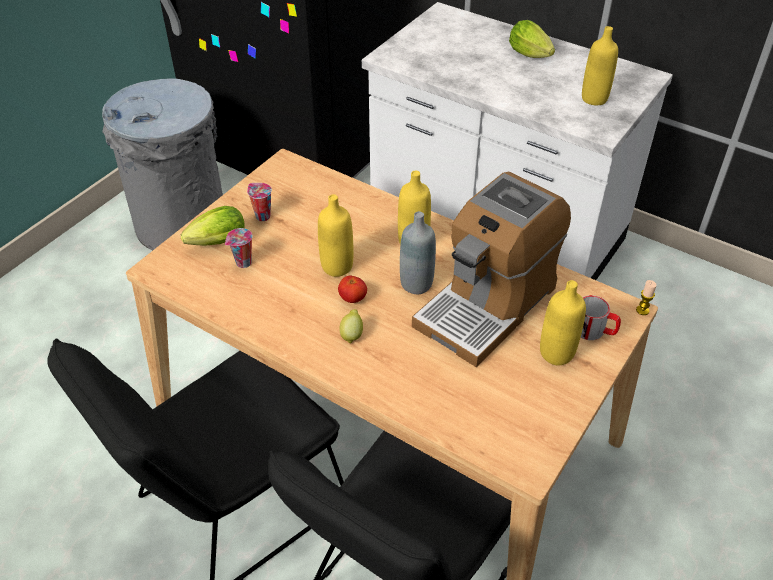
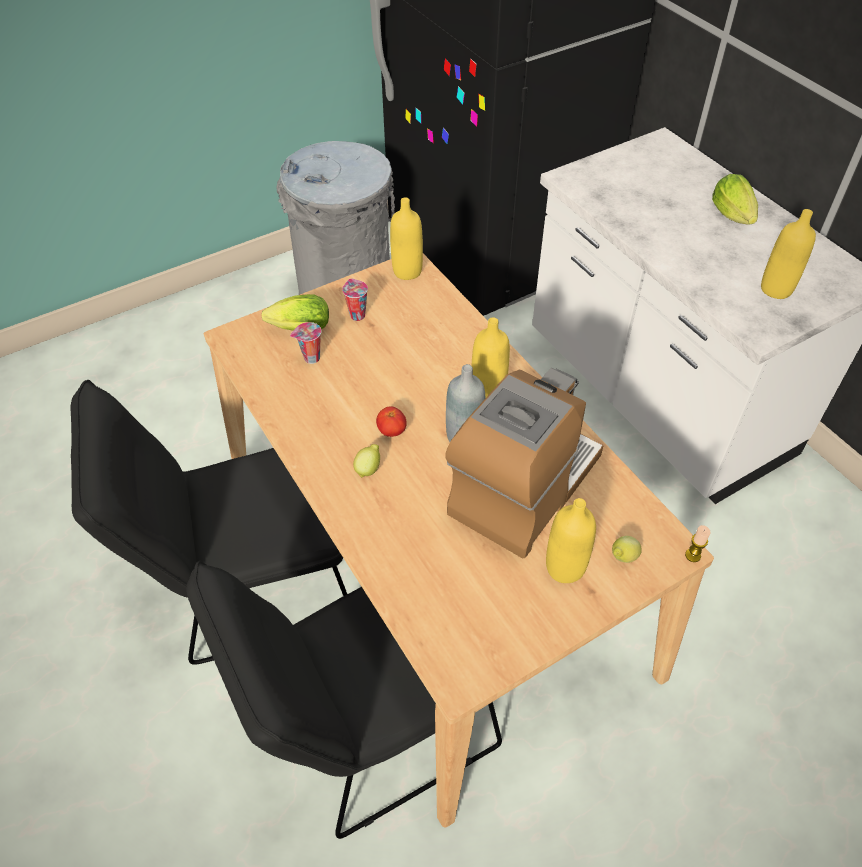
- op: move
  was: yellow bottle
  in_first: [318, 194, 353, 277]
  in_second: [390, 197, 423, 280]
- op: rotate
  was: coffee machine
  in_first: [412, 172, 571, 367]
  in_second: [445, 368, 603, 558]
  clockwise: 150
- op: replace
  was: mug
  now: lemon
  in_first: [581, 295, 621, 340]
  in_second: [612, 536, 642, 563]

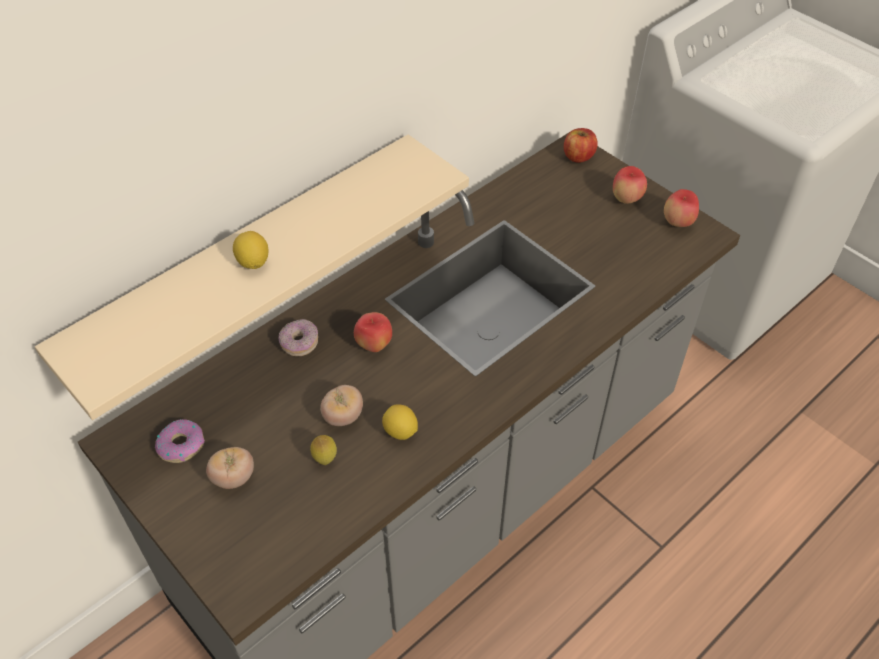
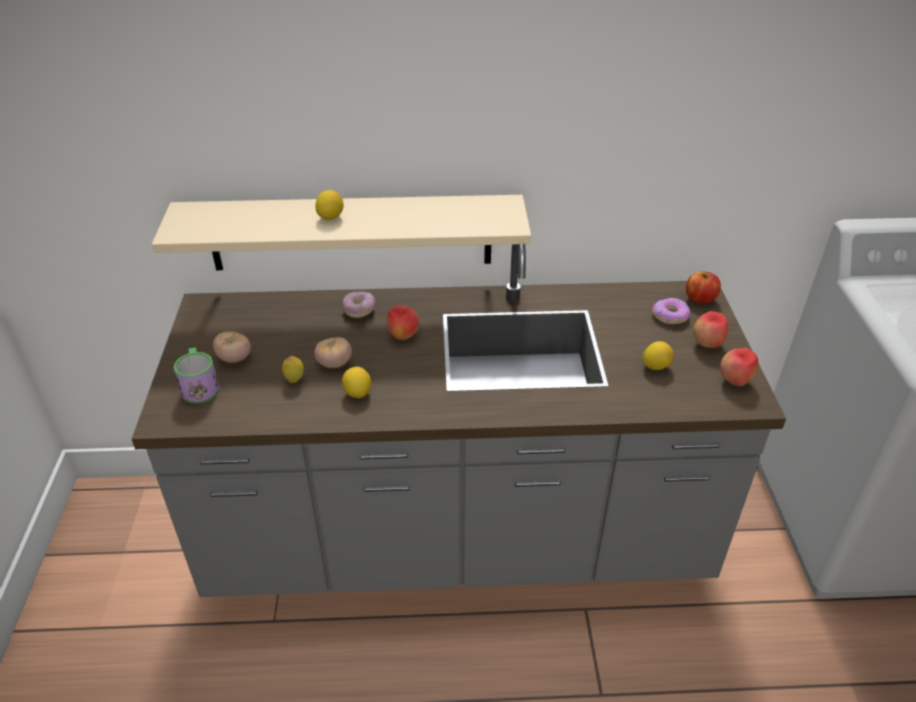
- op: move
  was: donut
  in_first: [155, 419, 205, 463]
  in_second: [653, 298, 690, 324]
- op: insert
  now: mug
  in_second: [174, 348, 219, 404]
- op: insert
  now: lemon
  in_second: [643, 341, 674, 370]

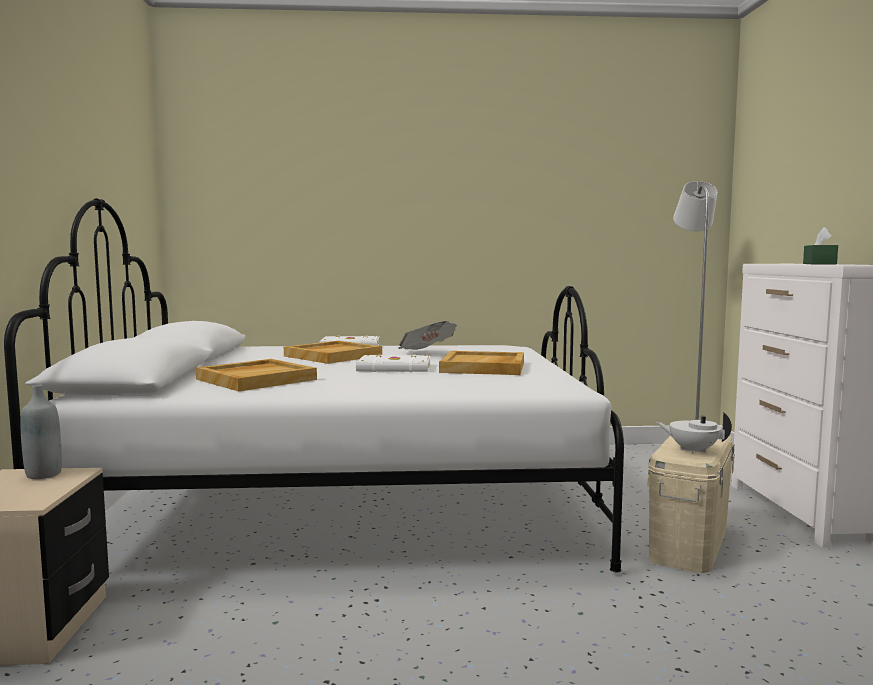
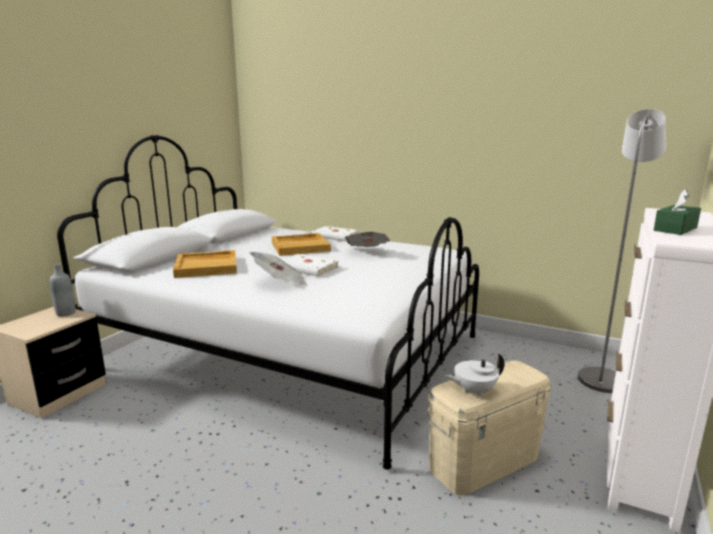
- op: delete
  was: beige tray
  in_first: [439, 351, 524, 375]
- op: rotate
  was: white teapot
  in_first: [656, 412, 732, 454]
  in_second: [445, 353, 504, 396]
  clockwise: -75
- op: insert
  now: newspaper
  in_second: [249, 252, 308, 286]

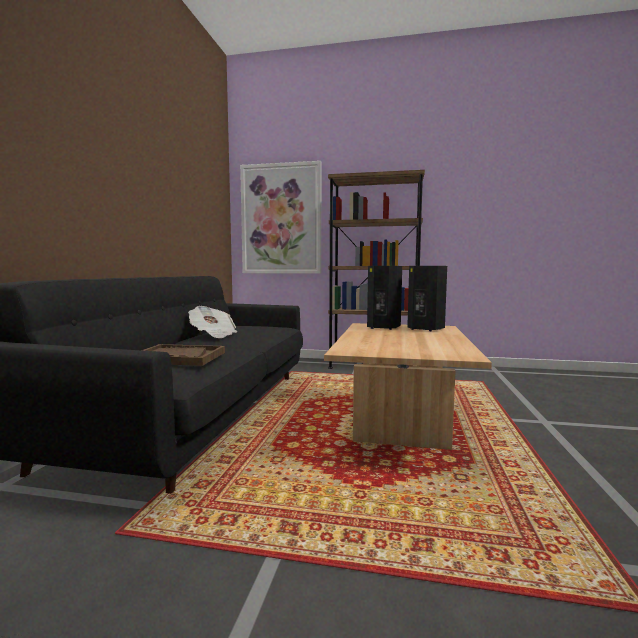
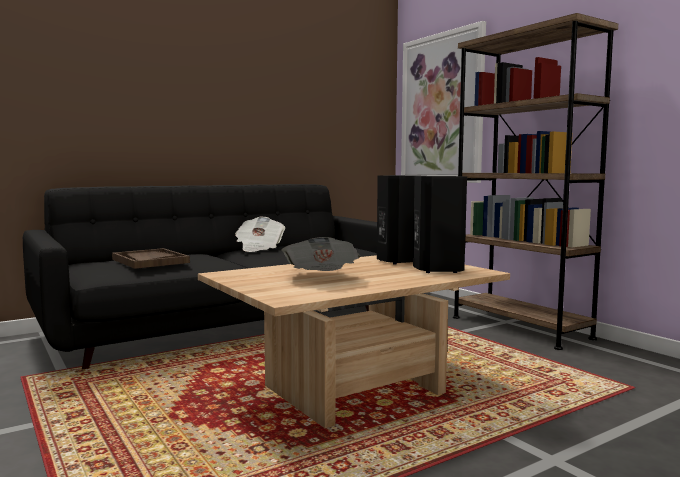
- op: insert
  now: newspaper
  in_second: [281, 237, 360, 271]

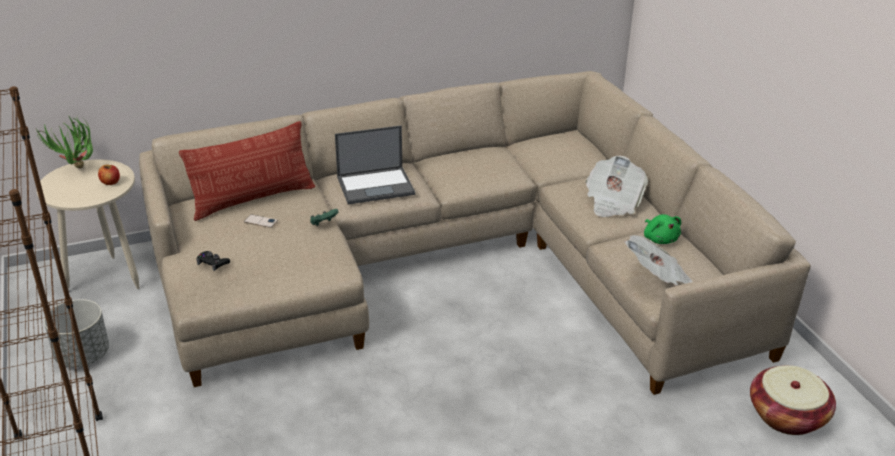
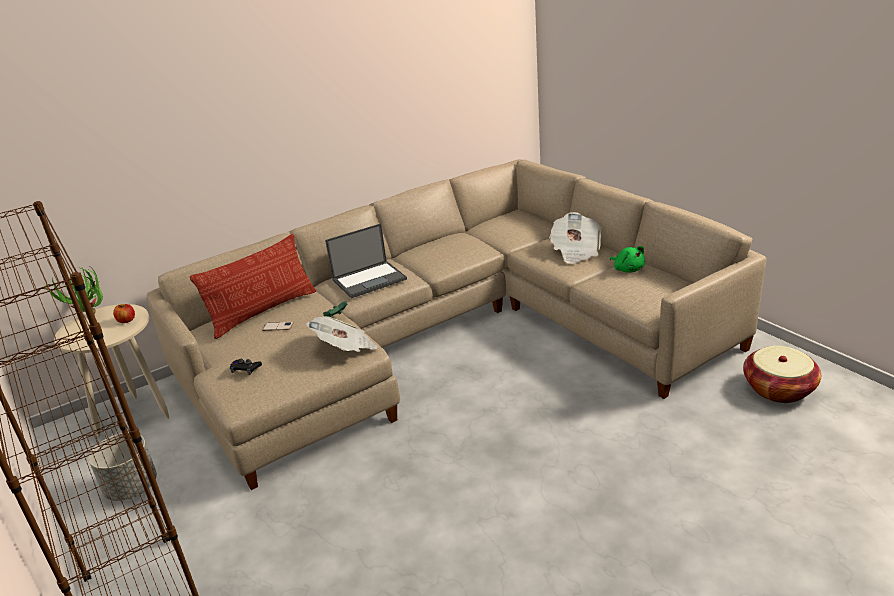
- op: move
  was: newspaper
  in_first: [624, 235, 693, 285]
  in_second: [306, 316, 379, 352]

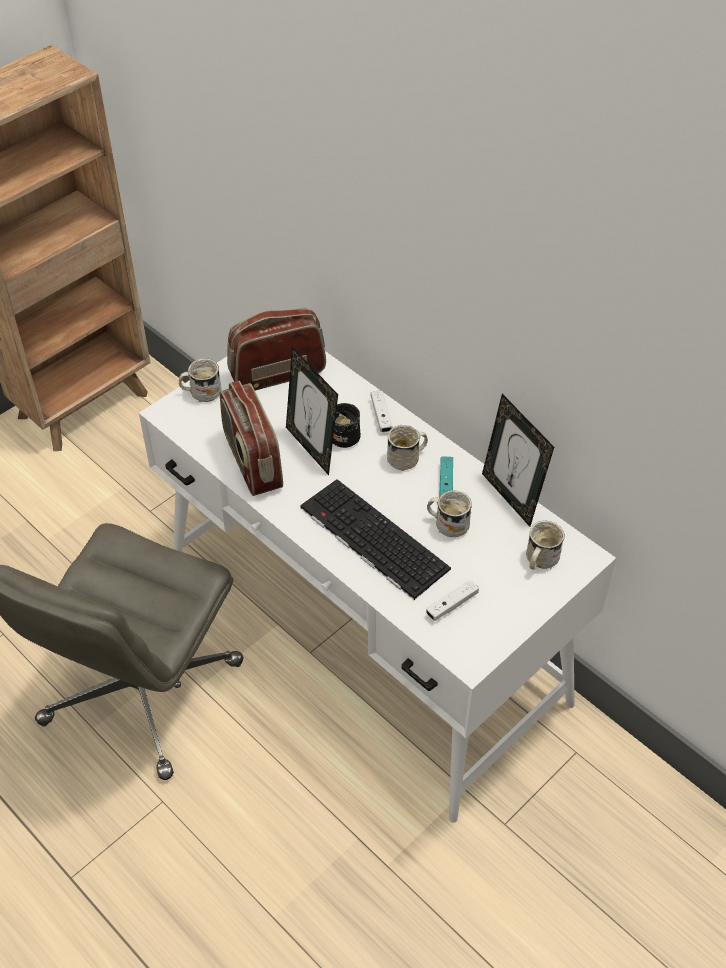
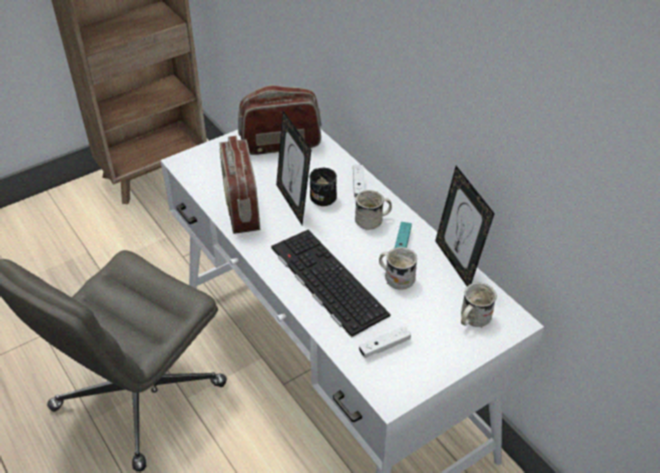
- op: delete
  was: white mug
  in_first: [179, 359, 222, 402]

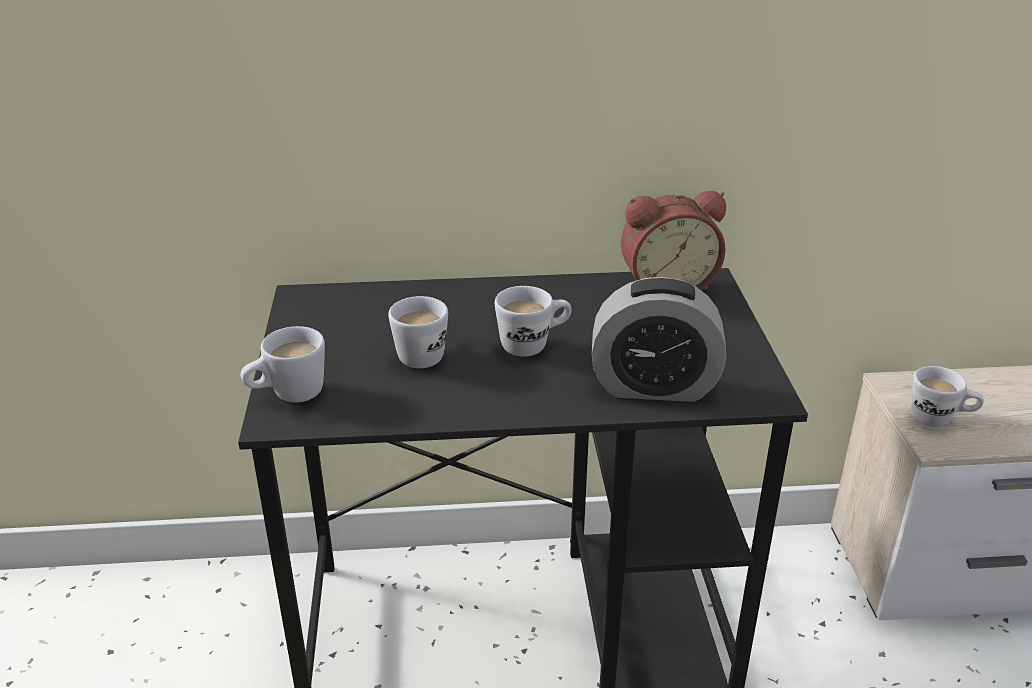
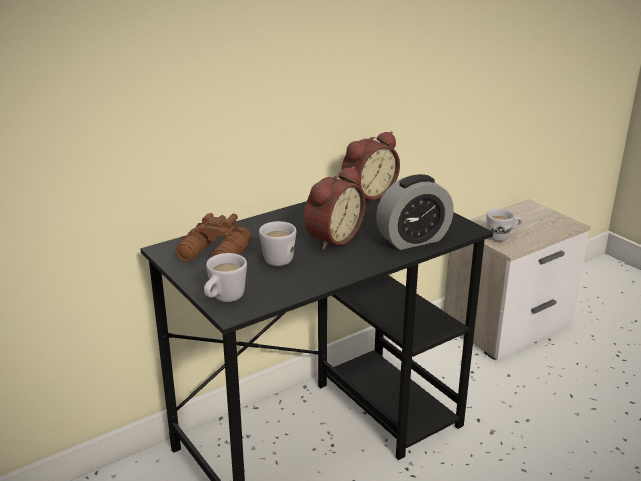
- op: replace
  was: white mug
  now: alarm clock
  in_first: [495, 286, 572, 357]
  in_second: [304, 166, 366, 250]
- op: insert
  now: brown binoculars
  in_second: [176, 213, 251, 262]

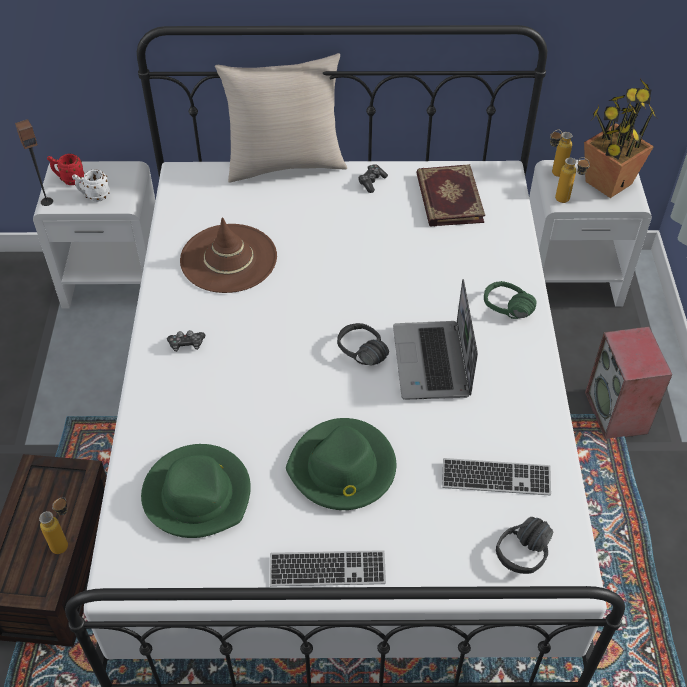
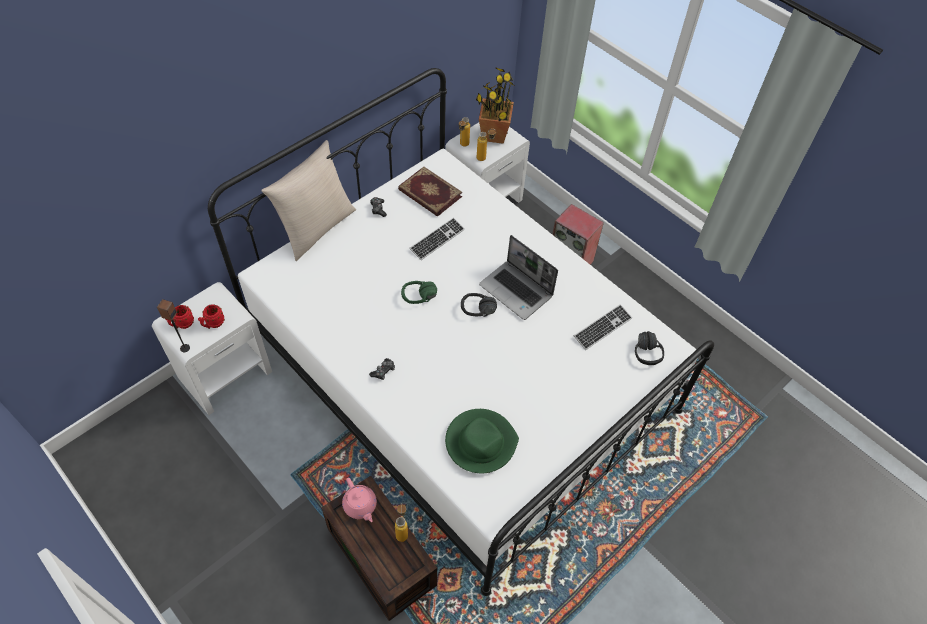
- op: recolor
  was: white mug
  now: red mug
  in_first: [72, 170, 110, 202]
  in_second: [198, 304, 225, 329]
- op: delete
  was: brown hat
  in_first: [180, 217, 277, 293]
- op: move
  was: keyboard
  in_first: [270, 550, 386, 587]
  in_second: [409, 218, 465, 260]
- op: delete
  was: green hat
  in_first: [286, 418, 396, 510]
- op: move
  was: green headphones
  in_first: [484, 281, 537, 319]
  in_second: [401, 281, 437, 304]
- op: insert
  now: pink teapot
  in_second: [342, 478, 377, 522]

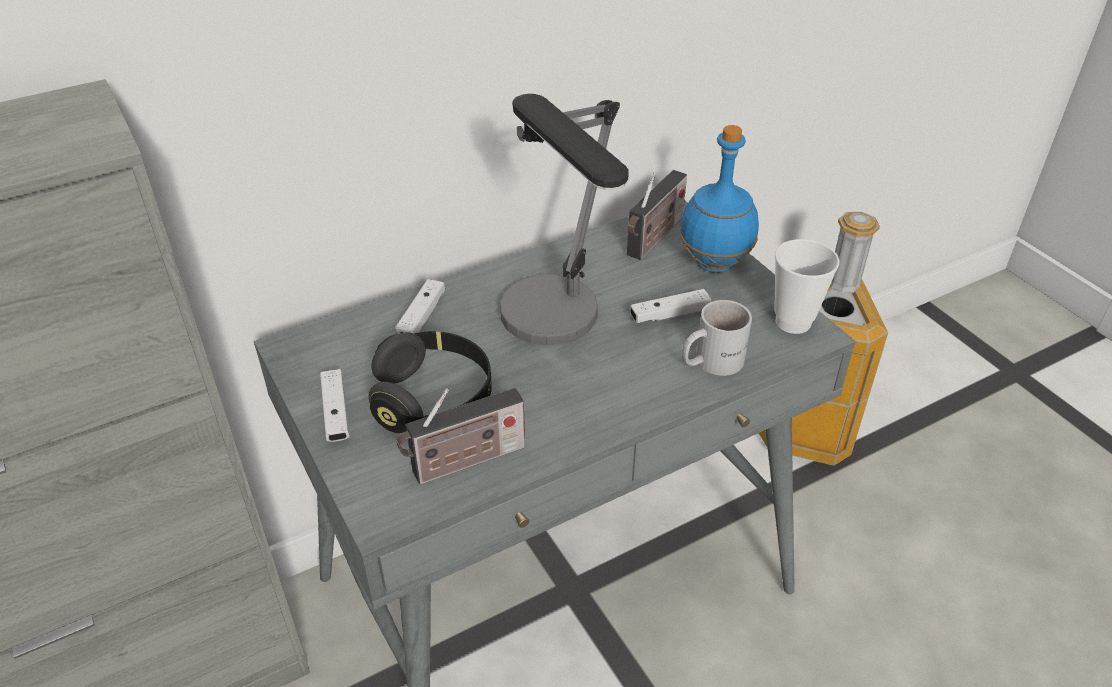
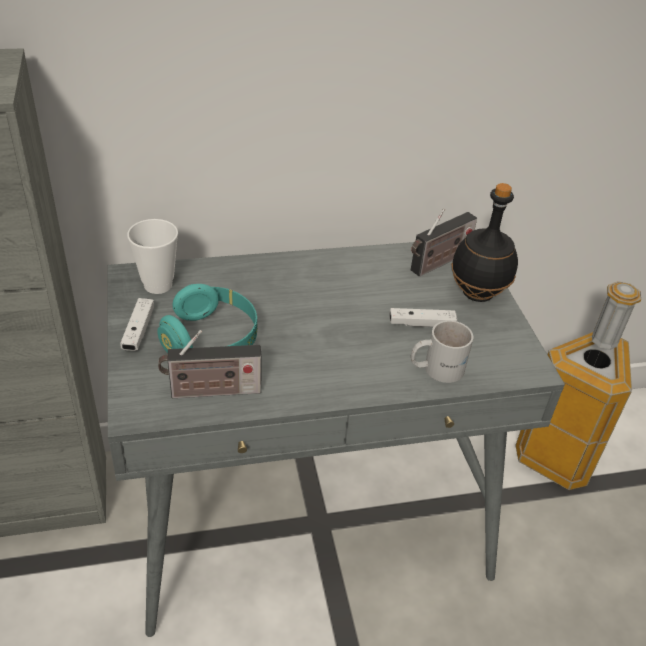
- op: recolor
  was: black headphones
  now: turquoise headphones
  in_first: [369, 331, 492, 433]
  in_second: [157, 284, 258, 353]
- op: delete
  was: white game controller
  in_first: [395, 279, 445, 334]
- op: delete
  was: table lamp
  in_first: [500, 94, 629, 345]
- op: recolor
  was: blue bottle
  now: black bottle
  in_first: [680, 125, 759, 273]
  in_second: [451, 183, 518, 302]
- op: move
  was: cup
  in_first: [774, 239, 839, 334]
  in_second: [127, 219, 178, 294]

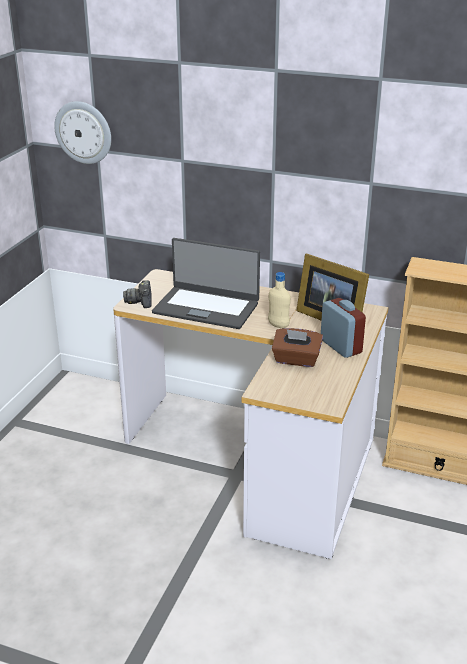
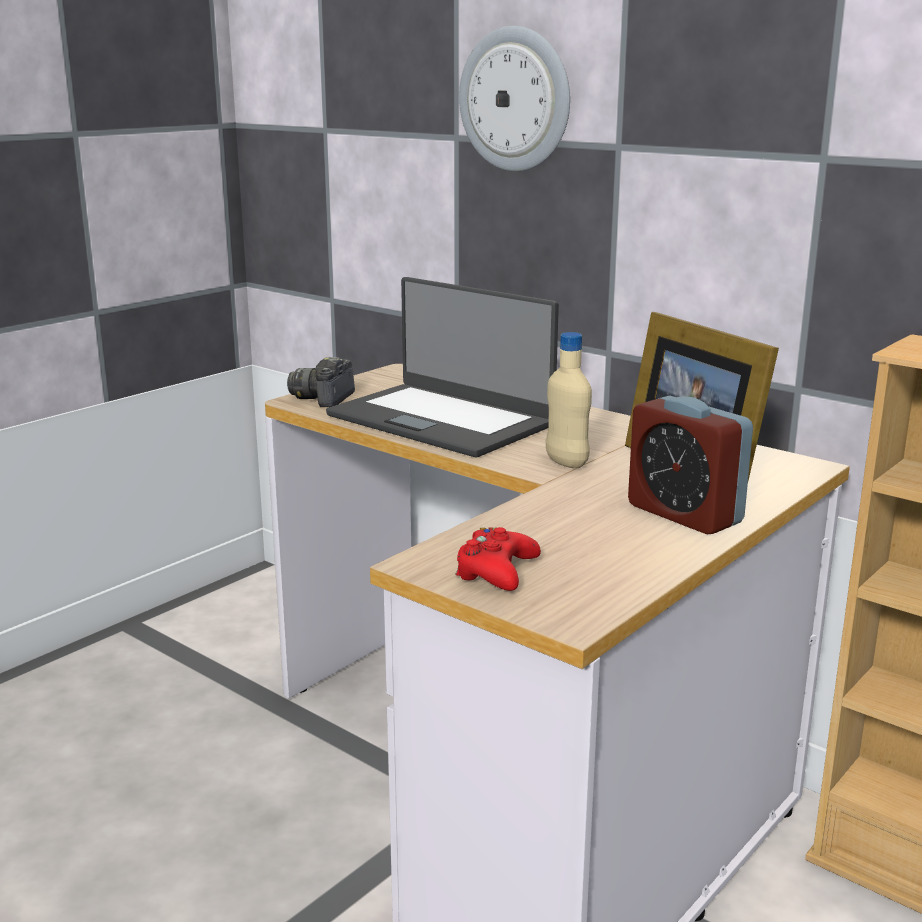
- op: move
  was: wall clock
  in_first: [54, 101, 111, 164]
  in_second: [459, 26, 570, 171]
- op: delete
  was: brown tissue box
  in_first: [272, 328, 323, 367]
- op: rotate
  was: alarm clock
  in_first: [321, 298, 366, 358]
  in_second: [628, 396, 753, 534]
  clockwise: 150
- op: insert
  now: red game controller
  in_second: [455, 527, 541, 591]

